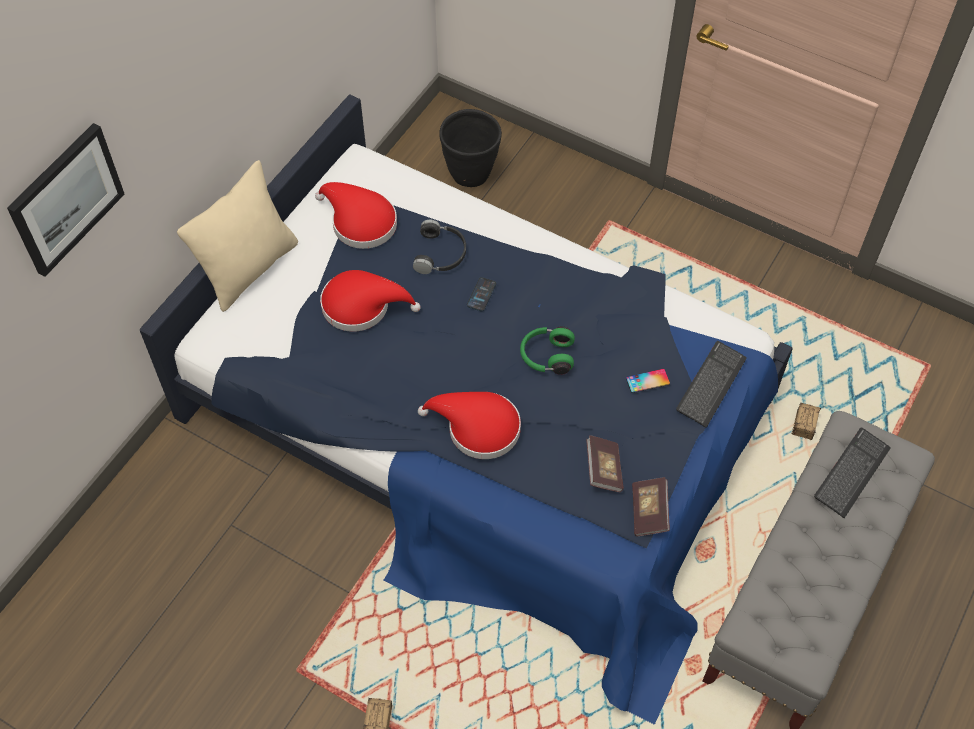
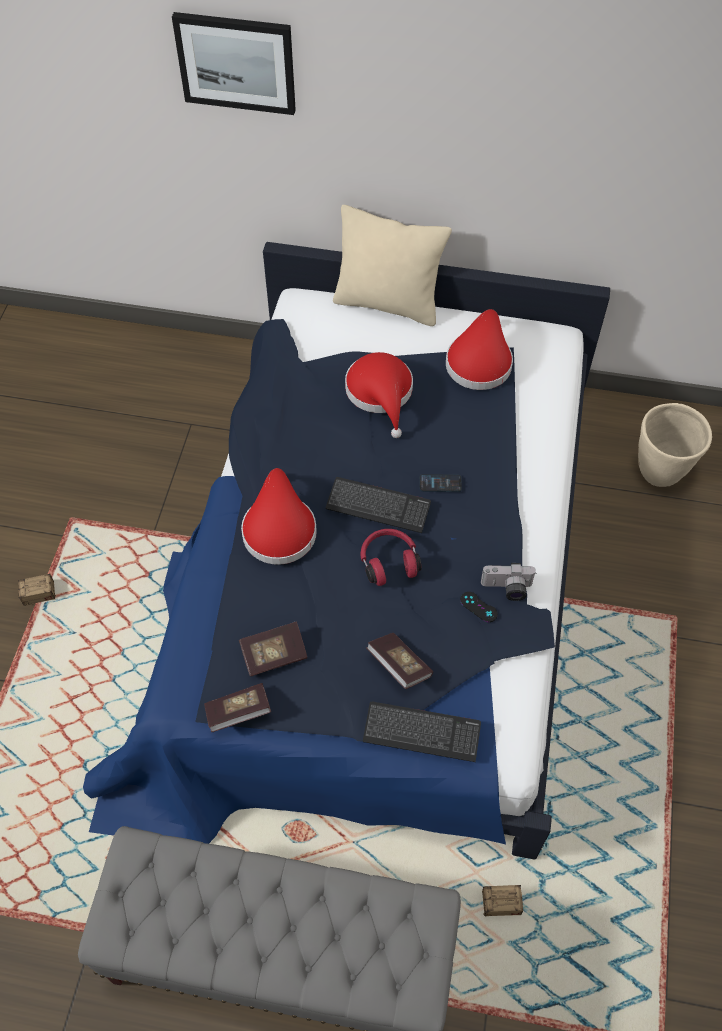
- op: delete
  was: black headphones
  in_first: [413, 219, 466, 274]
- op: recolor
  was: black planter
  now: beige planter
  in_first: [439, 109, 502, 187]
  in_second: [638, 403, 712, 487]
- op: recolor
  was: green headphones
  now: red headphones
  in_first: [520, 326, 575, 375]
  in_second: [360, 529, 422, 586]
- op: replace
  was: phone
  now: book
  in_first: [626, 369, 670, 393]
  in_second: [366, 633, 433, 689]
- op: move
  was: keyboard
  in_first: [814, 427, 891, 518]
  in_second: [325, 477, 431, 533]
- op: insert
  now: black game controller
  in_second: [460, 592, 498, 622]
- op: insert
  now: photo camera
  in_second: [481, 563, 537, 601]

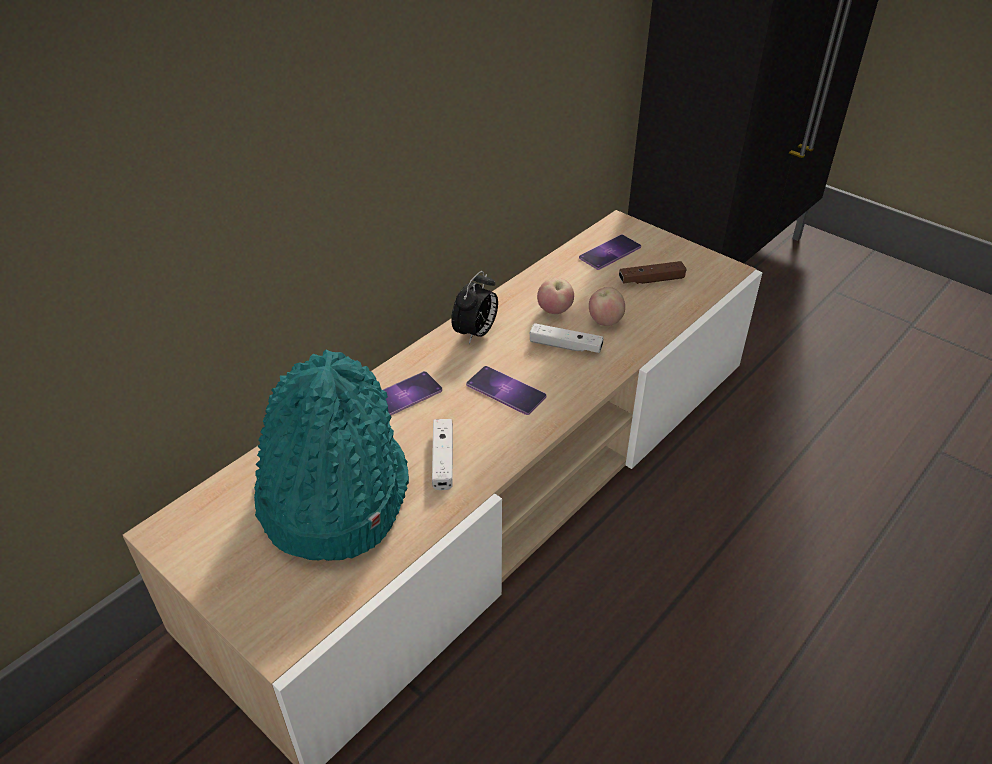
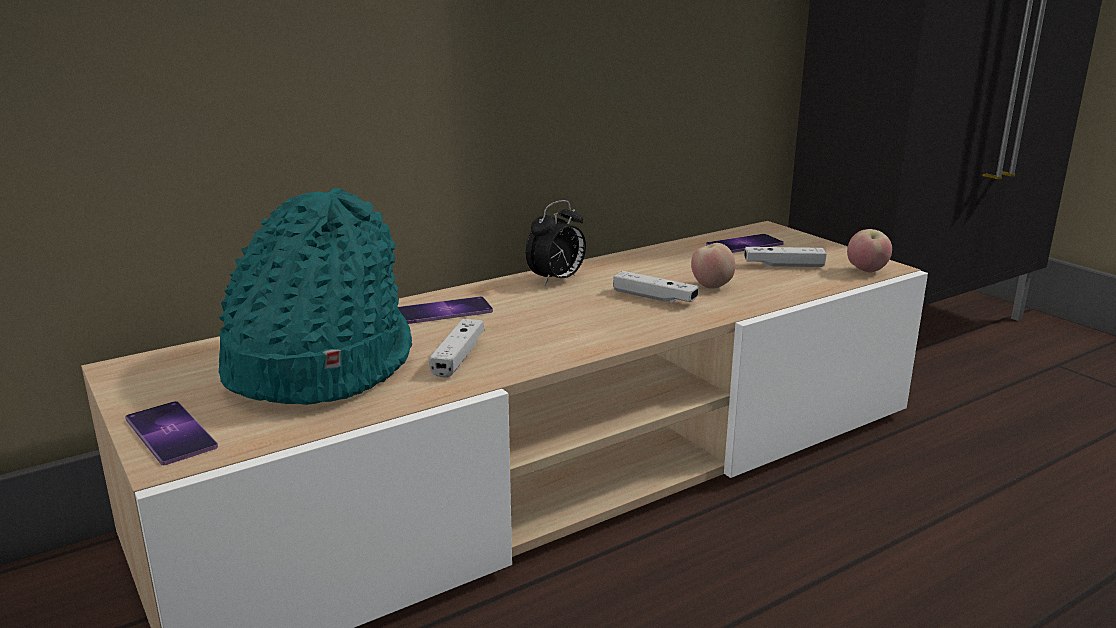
- op: move
  was: phone
  in_first: [466, 366, 546, 415]
  in_second: [125, 401, 218, 465]
- op: move
  was: apple
  in_first: [537, 277, 574, 314]
  in_second: [847, 229, 892, 272]
- op: recolor
  was: brown game controller
  now: white game controller
  in_first: [619, 261, 687, 284]
  in_second: [744, 247, 827, 267]

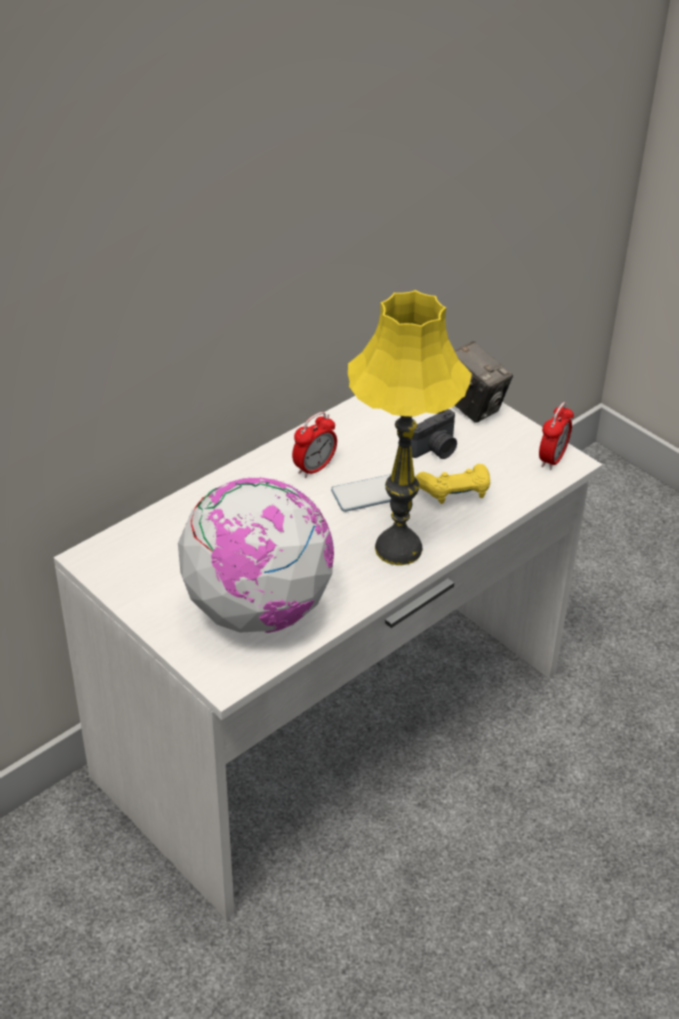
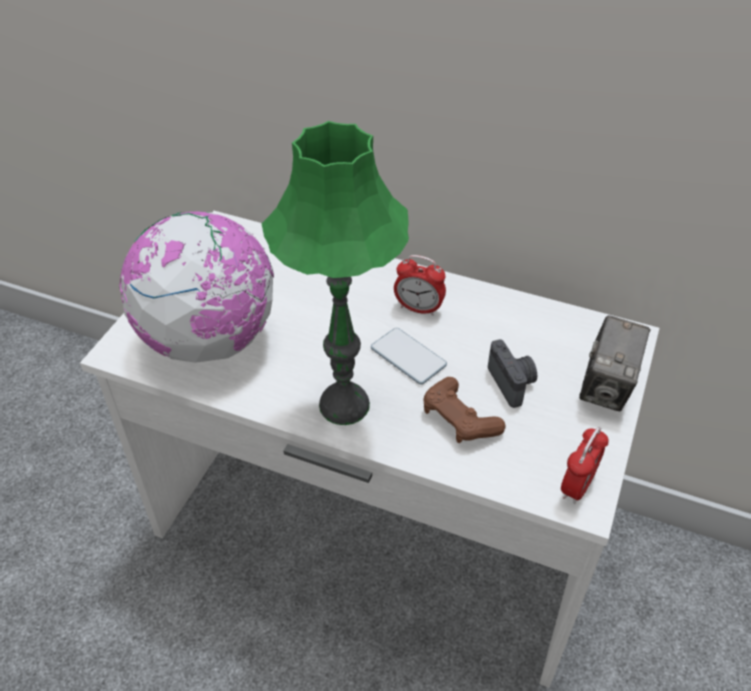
- op: recolor
  was: yellow table lamp
  now: green table lamp
  in_first: [348, 290, 472, 565]
  in_second: [261, 121, 409, 425]
- op: rotate
  was: photo camera
  in_first: [411, 409, 457, 459]
  in_second: [488, 339, 537, 408]
  clockwise: -135
- op: recolor
  was: yellow game controller
  now: brown game controller
  in_first: [416, 464, 490, 504]
  in_second: [423, 377, 506, 443]
- op: rotate
  was: alarm clock
  in_first: [539, 402, 574, 470]
  in_second: [561, 427, 609, 504]
  clockwise: -60

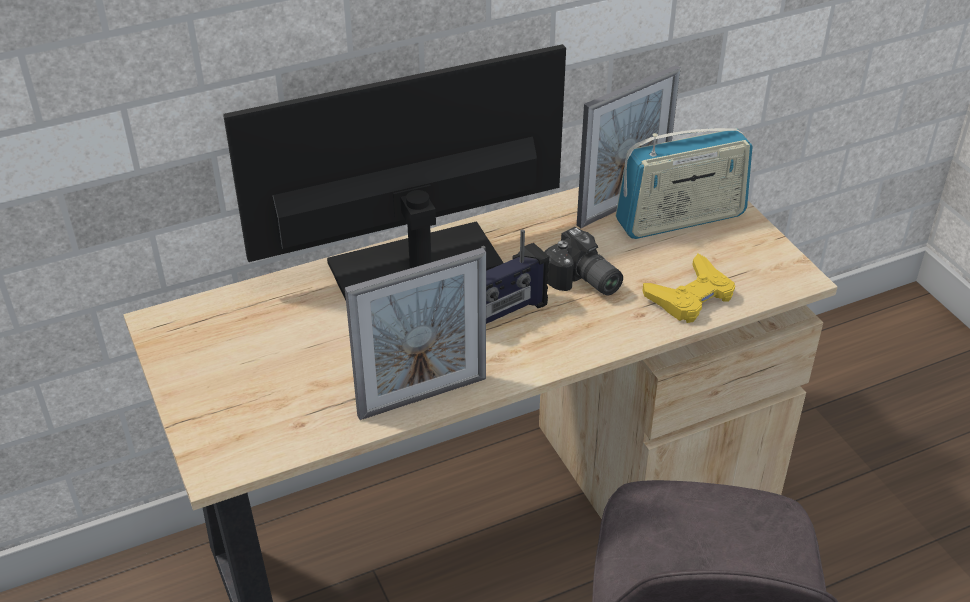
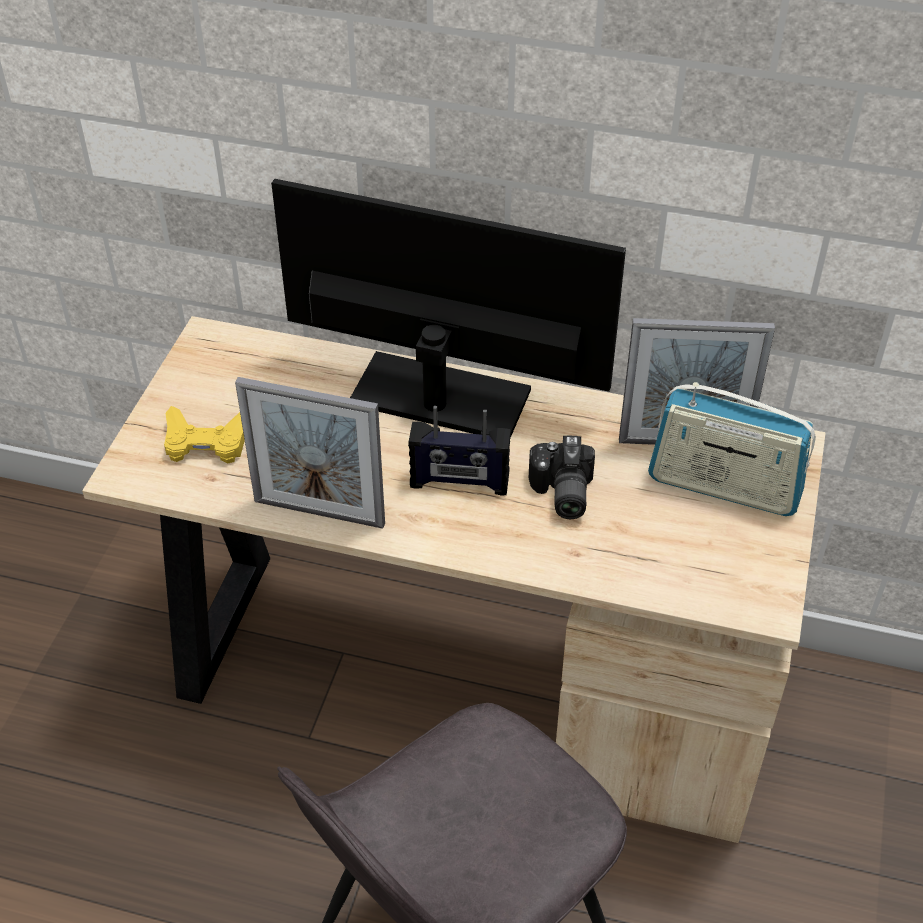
- op: move
  was: yellow game controller
  in_first: [642, 254, 735, 323]
  in_second: [164, 406, 245, 463]

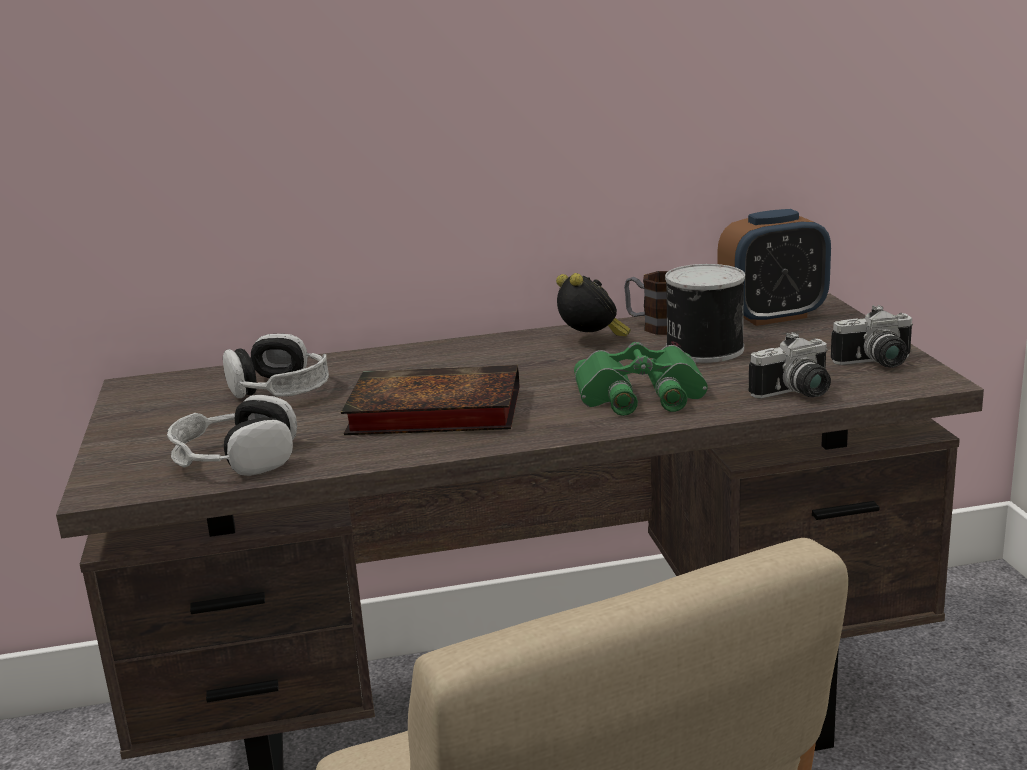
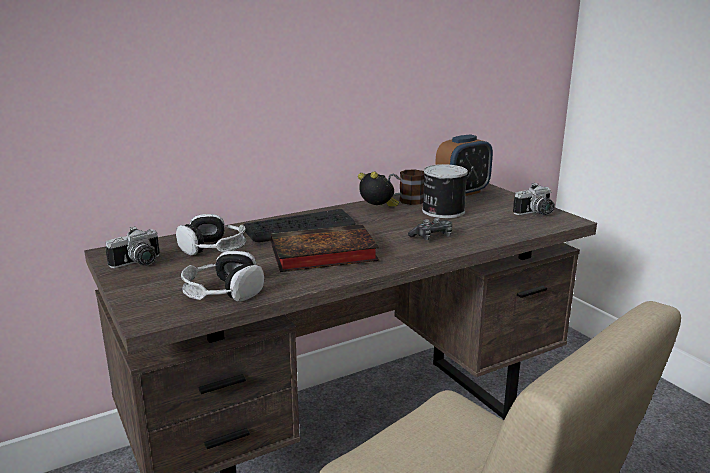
- op: replace
  was: green binoculars
  now: game controller
  in_first: [574, 342, 708, 416]
  in_second: [408, 218, 452, 240]
- op: move
  was: photo camera
  in_first: [749, 332, 831, 399]
  in_second: [105, 226, 160, 268]
- op: insert
  now: keyboard
  in_second: [243, 209, 356, 242]

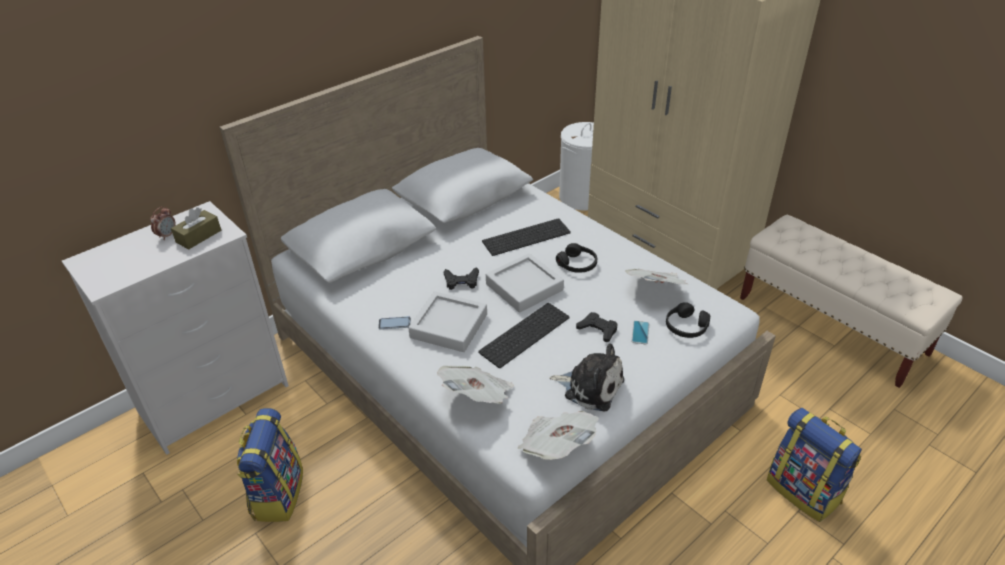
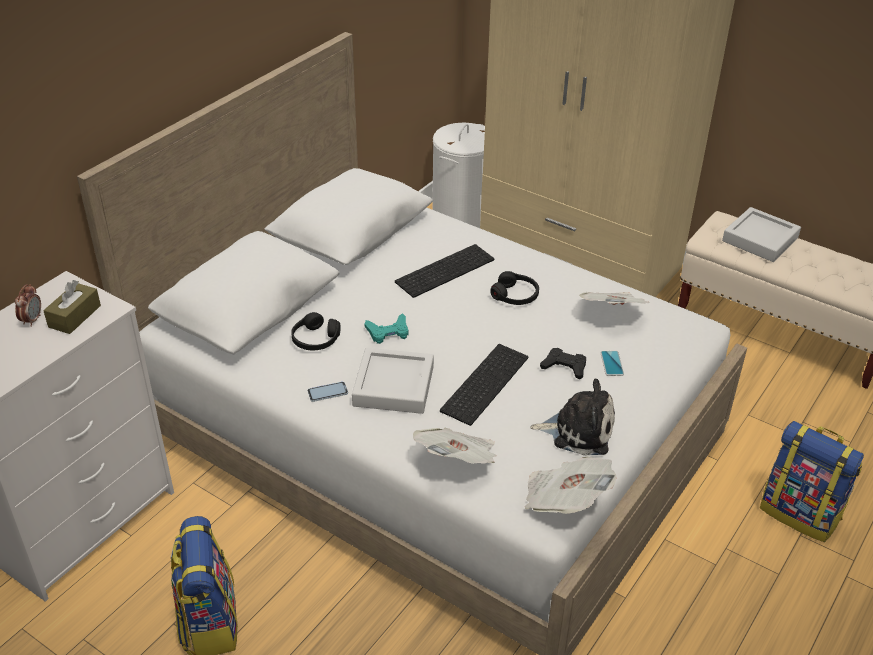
- op: recolor
  was: black game controller
  now: turquoise game controller
  in_first: [444, 267, 479, 290]
  in_second: [365, 313, 408, 344]
- op: move
  was: grey tray
  in_first: [486, 253, 564, 313]
  in_second: [722, 207, 801, 262]
- op: move
  was: black headphones
  in_first: [666, 302, 710, 338]
  in_second: [291, 312, 340, 350]

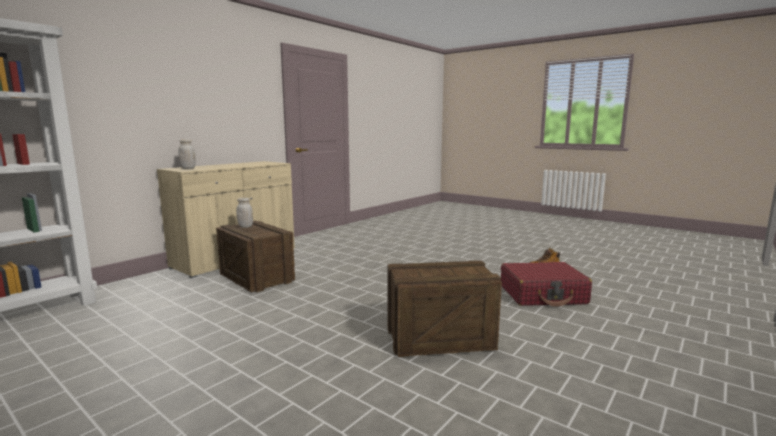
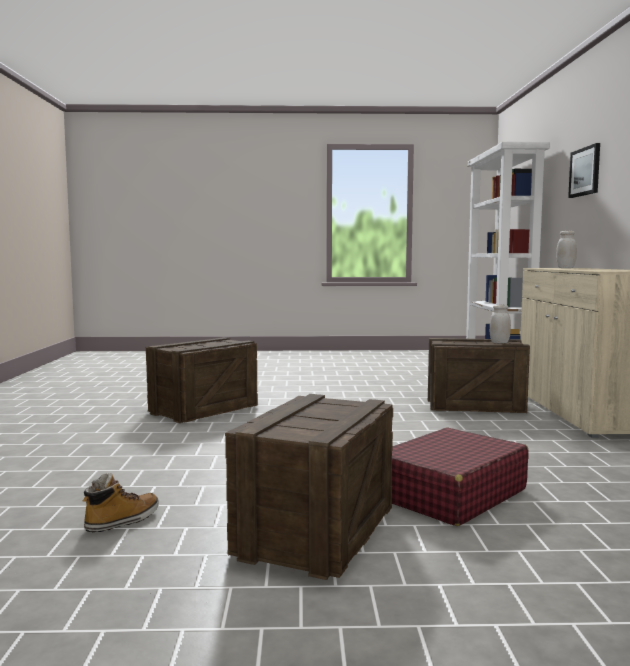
- op: move
  was: red suitcase
  in_first: [501, 262, 592, 307]
  in_second: [391, 427, 529, 526]
- op: insert
  now: crate
  in_second: [225, 394, 393, 580]
- op: insert
  now: picture
  in_second: [568, 143, 600, 198]

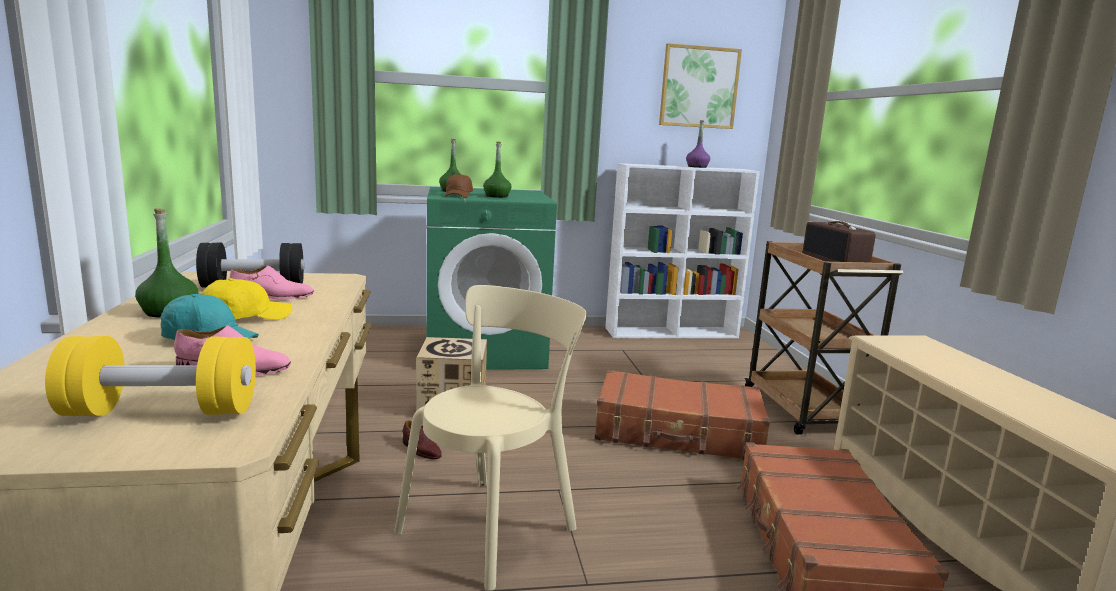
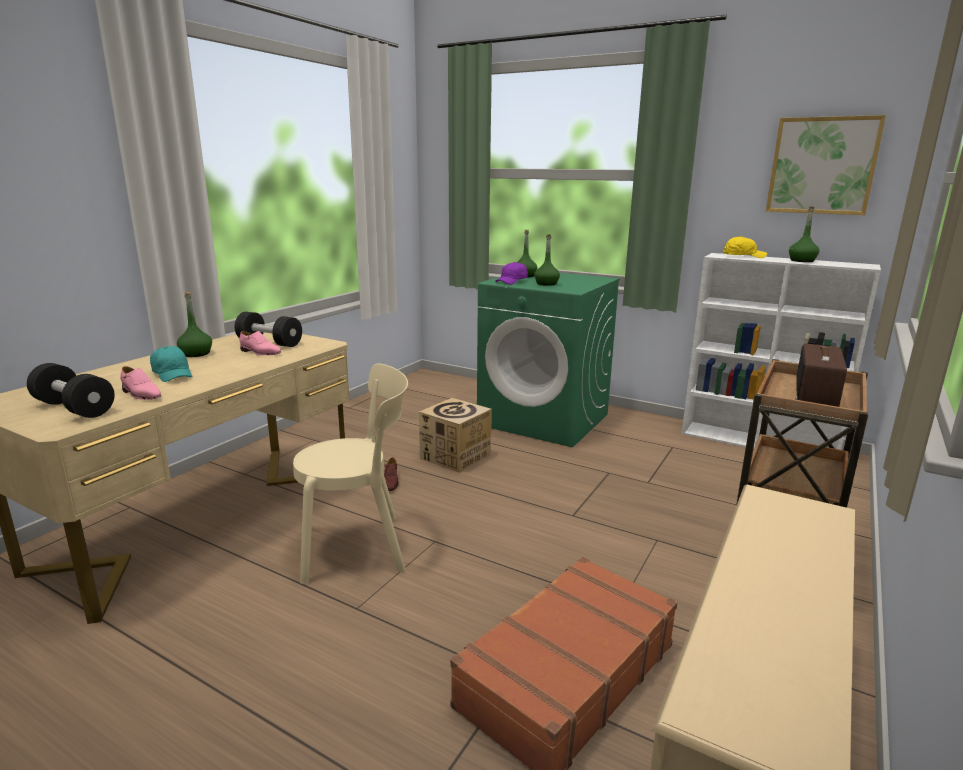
- op: recolor
  was: yellow dumbbell
  now: black dumbbell
  in_first: [45, 336, 256, 416]
  in_second: [27, 363, 115, 418]
- op: move
  was: yellow cap
  in_first: [201, 278, 292, 320]
  in_second: [724, 236, 767, 258]
- op: recolor
  was: brown cap
  now: purple cap
  in_first: [445, 174, 473, 198]
  in_second: [495, 262, 528, 285]
- op: delete
  was: brown suitcase
  in_first: [594, 370, 770, 460]
- op: recolor
  was: purple bottle
  now: green bottle
  in_first: [686, 120, 710, 168]
  in_second: [789, 207, 819, 262]

